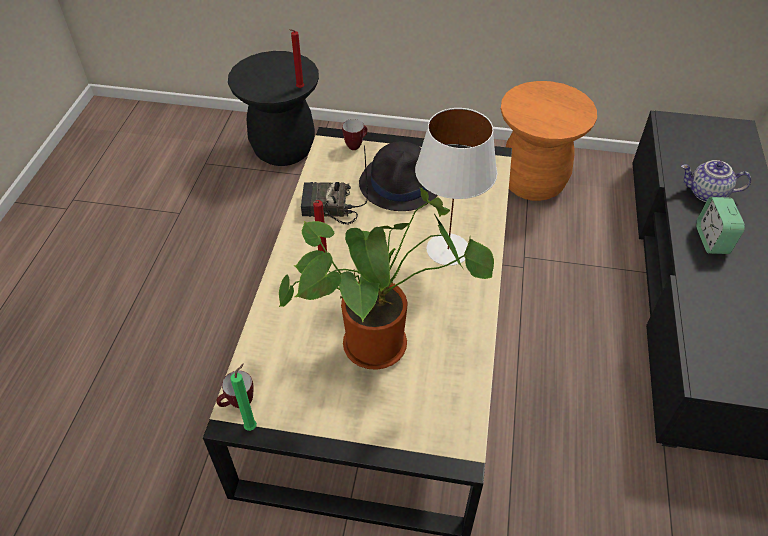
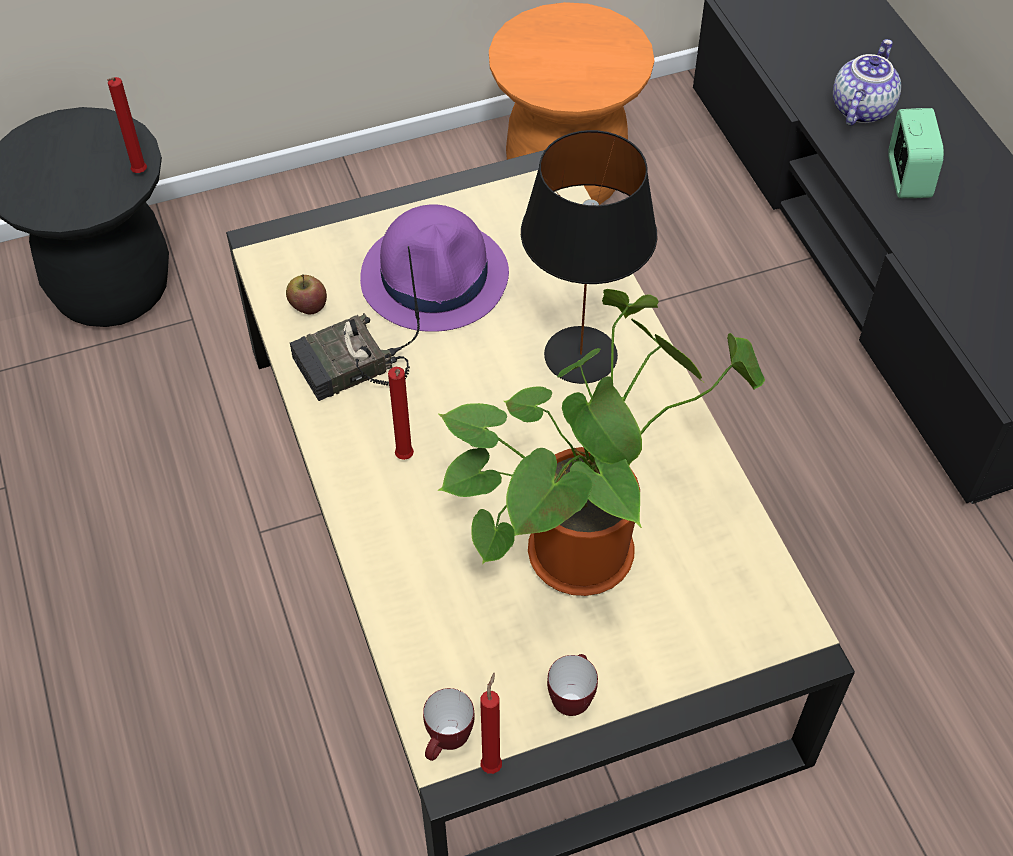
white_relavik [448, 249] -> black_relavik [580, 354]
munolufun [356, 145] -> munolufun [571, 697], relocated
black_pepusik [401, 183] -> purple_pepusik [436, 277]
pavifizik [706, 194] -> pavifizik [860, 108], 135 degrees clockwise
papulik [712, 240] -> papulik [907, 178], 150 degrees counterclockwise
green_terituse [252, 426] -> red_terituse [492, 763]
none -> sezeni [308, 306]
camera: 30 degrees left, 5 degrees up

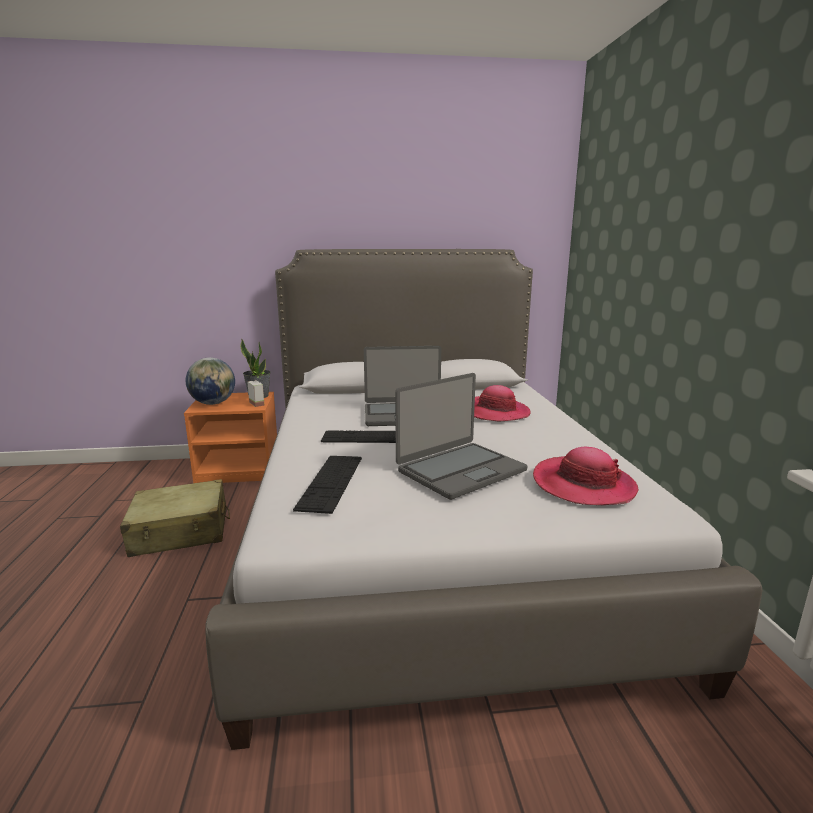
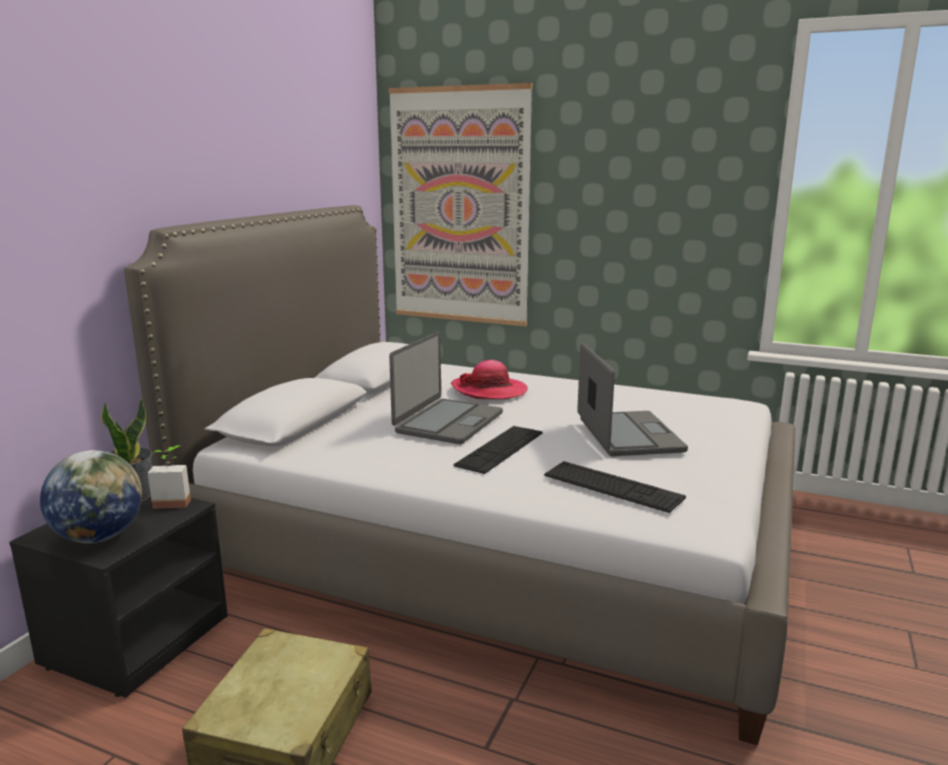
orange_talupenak [240, 469] -> black_talupenak [136, 639]
pepusik [583, 485] -> none
none -> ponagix [459, 208]
camera: 60 degrees left, 0 degrees up

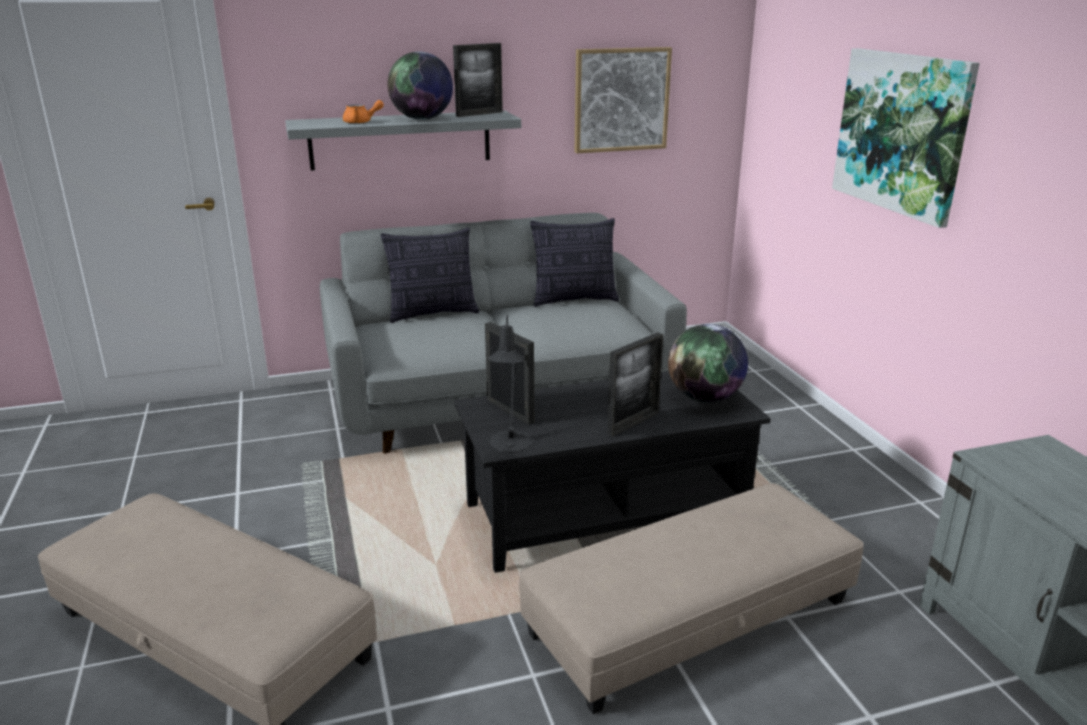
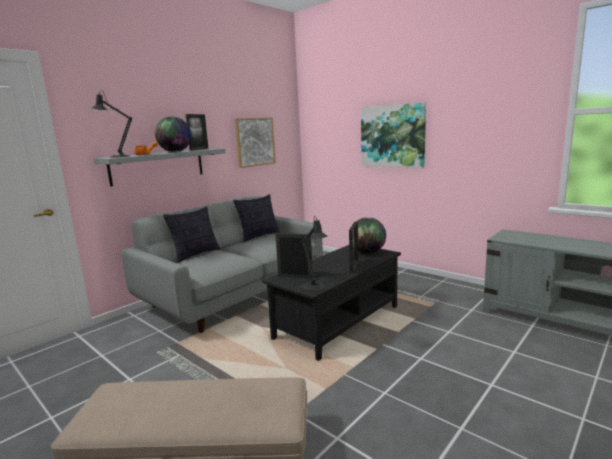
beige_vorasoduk [690, 618] -> none
none -> black_relavik [117, 156]
camera: 30 degrees left, 10 degrees down

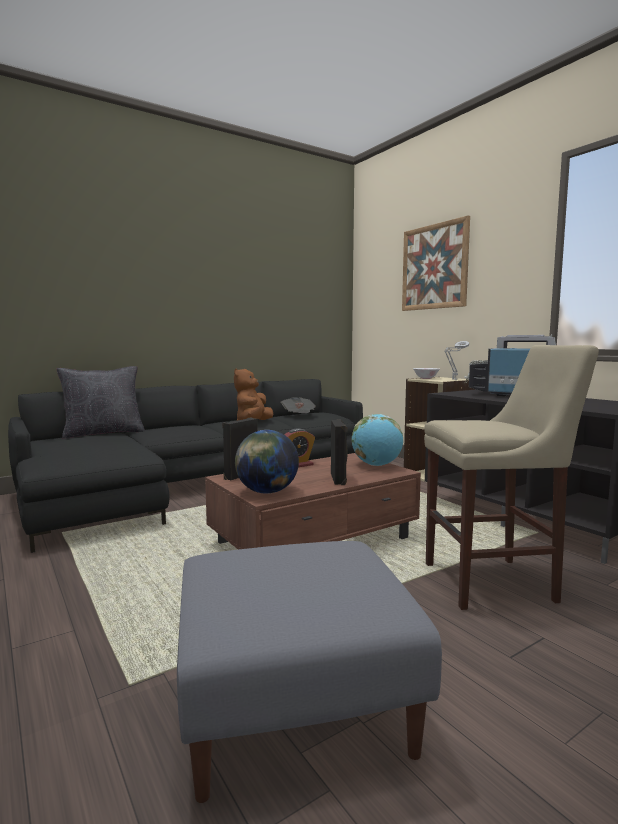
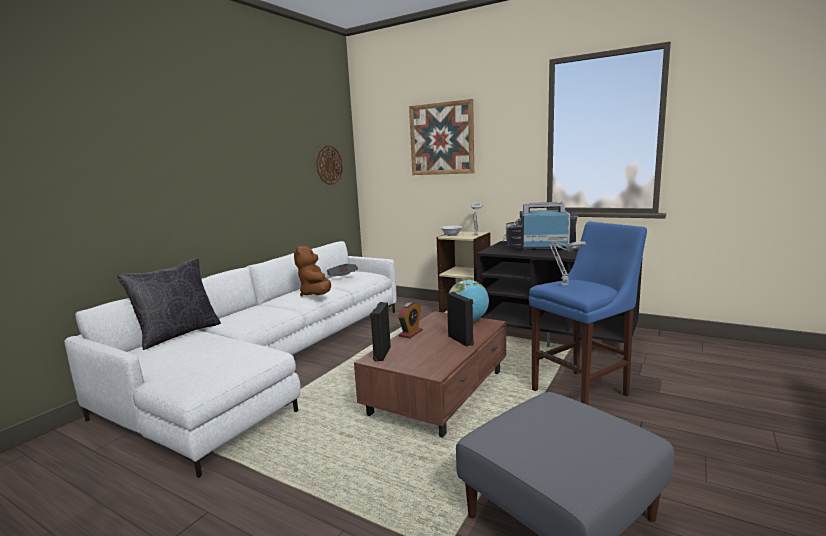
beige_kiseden [495, 582] -> blue_kiseden [583, 391]
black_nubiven [194, 484] -> white_nubiven [272, 363]
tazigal [266, 492] -> none
none -> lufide [329, 165]
none -> grey_relavik [563, 284]
camera: 25 degrees left, 5 degrees up

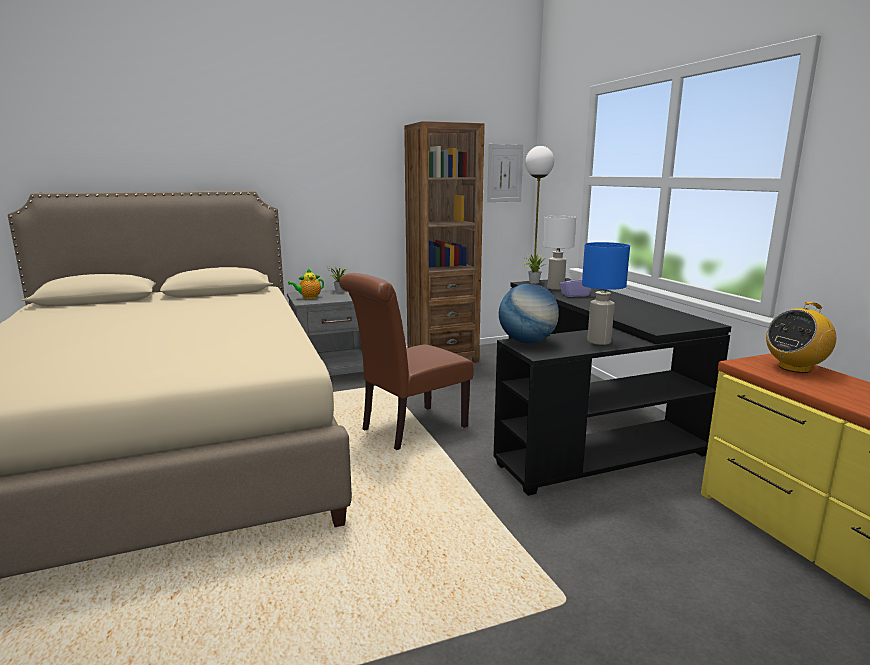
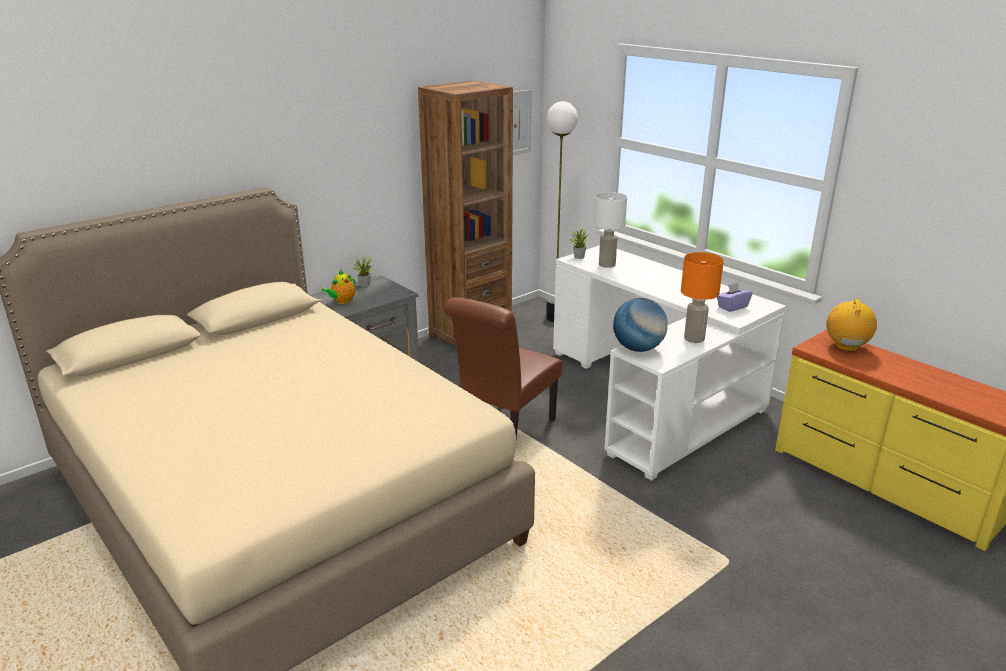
blue_relavik [599, 342] -> orange_relavik [694, 339]
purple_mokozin [575, 295] -> purple_mokozin [732, 307], relocated
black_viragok [587, 424] -> white_viragok [656, 396]
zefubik [794, 368] -> zefubik [846, 346], 150 degrees clockwise
camera: 20 degrees left, 10 degrees up

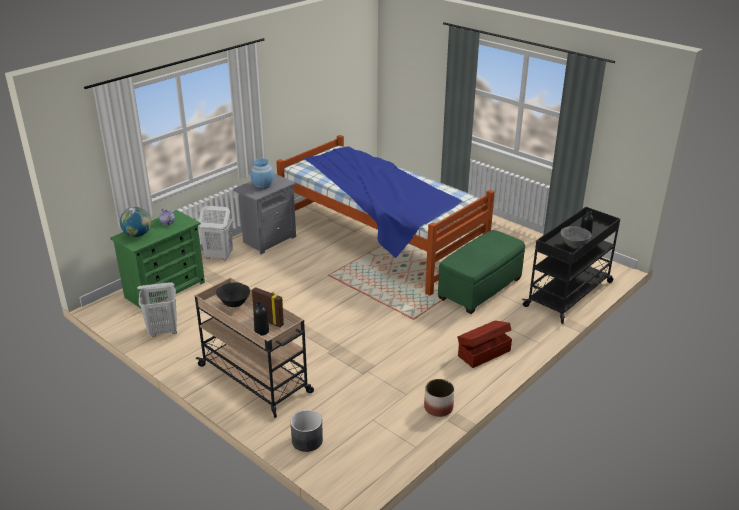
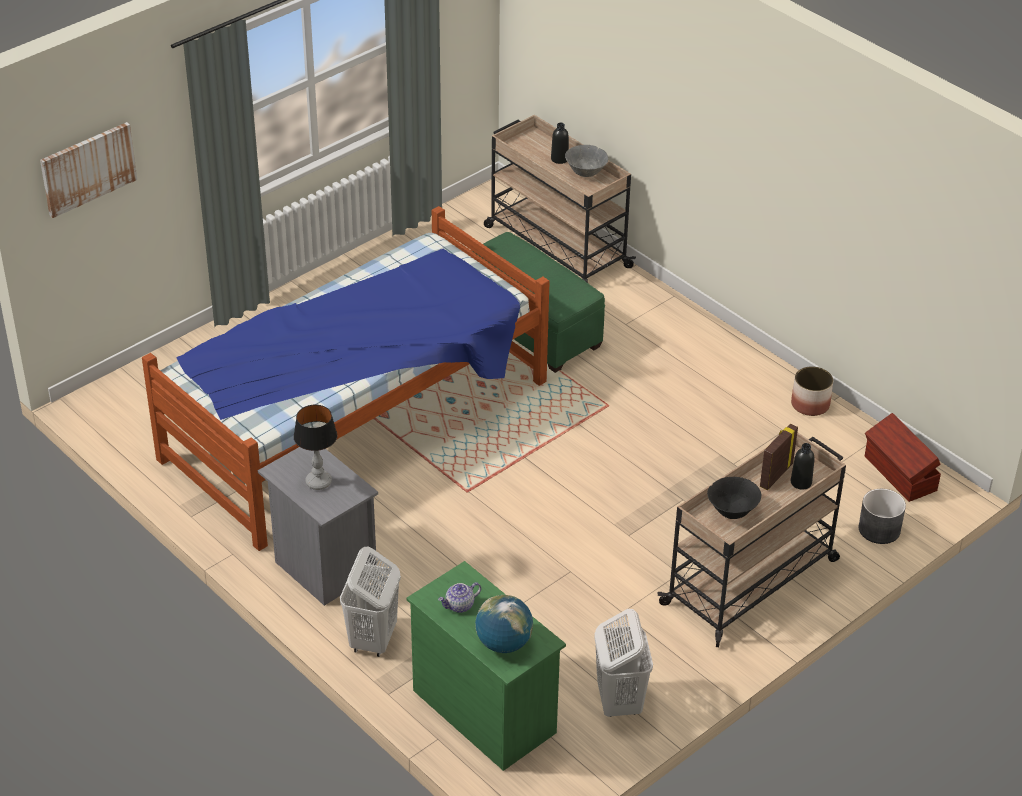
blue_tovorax [263, 185] -> relavik [318, 482]
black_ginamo [569, 293] -> beige_ginamo [556, 246]
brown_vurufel [483, 353] -> brown_vurufel [899, 474], relocated
none -> ponagix [88, 168]
camera: 85 degrees left, 10 degrees up

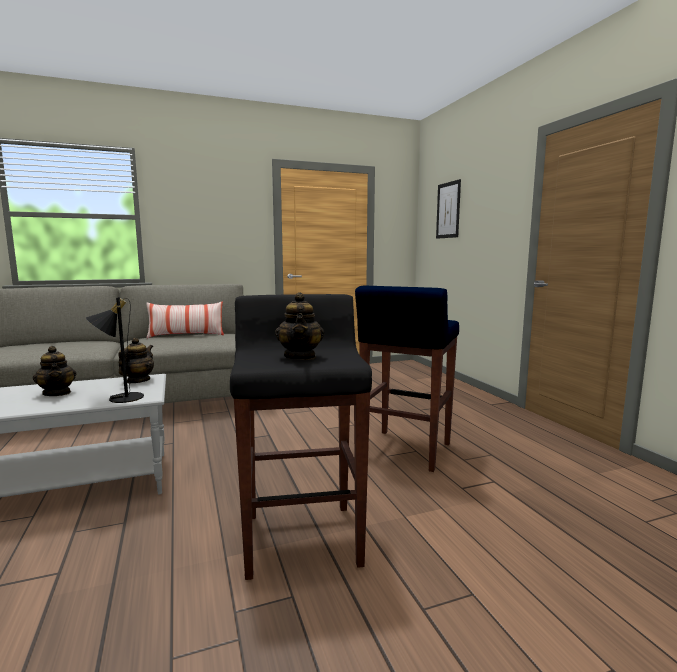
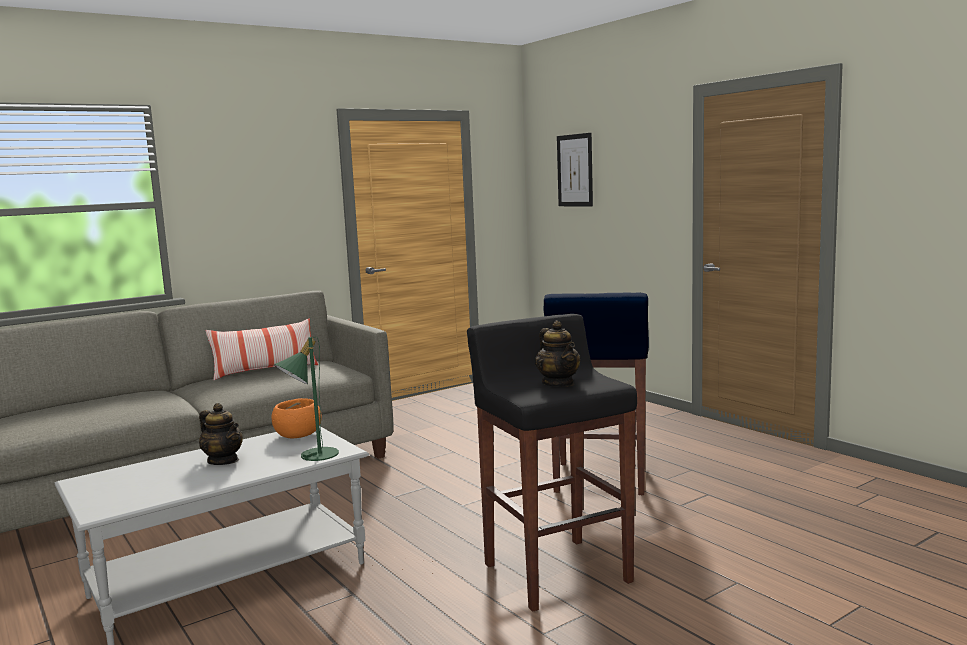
black_relavik [119, 398] -> green_relavik [311, 455]
pavifizik [138, 381] -> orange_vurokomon [298, 435]
camera: 15 degrees left, 0 degrees up

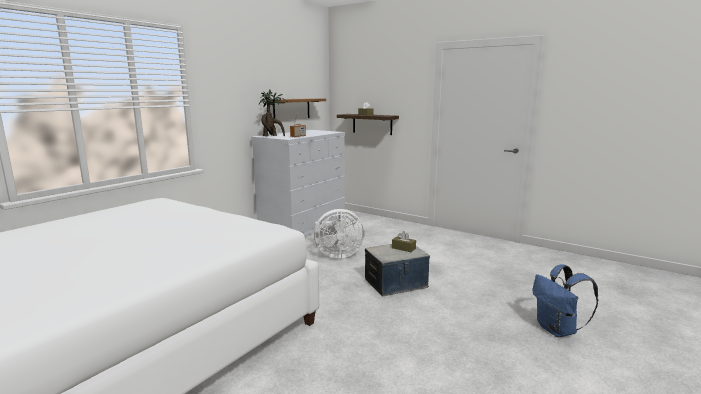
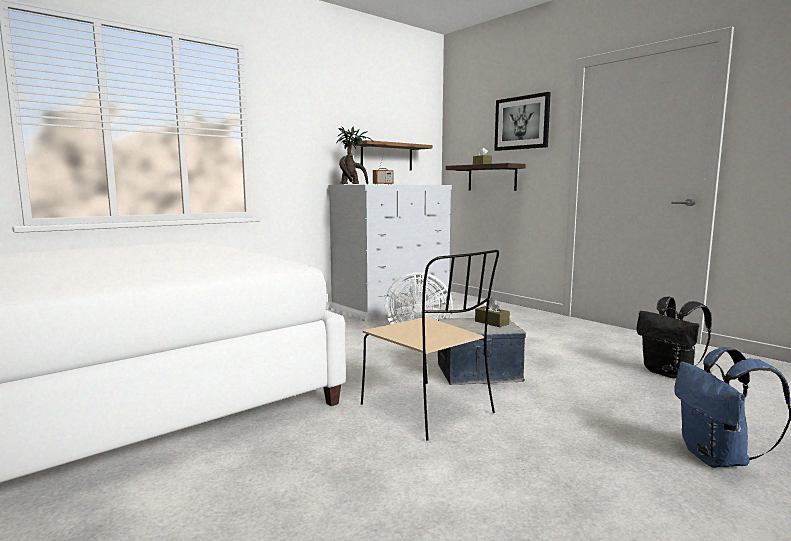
none -> ponagix [522, 123]
none -> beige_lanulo [429, 410]
none -> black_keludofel [669, 373]
camera: 15 degrees right, 5 degrees down

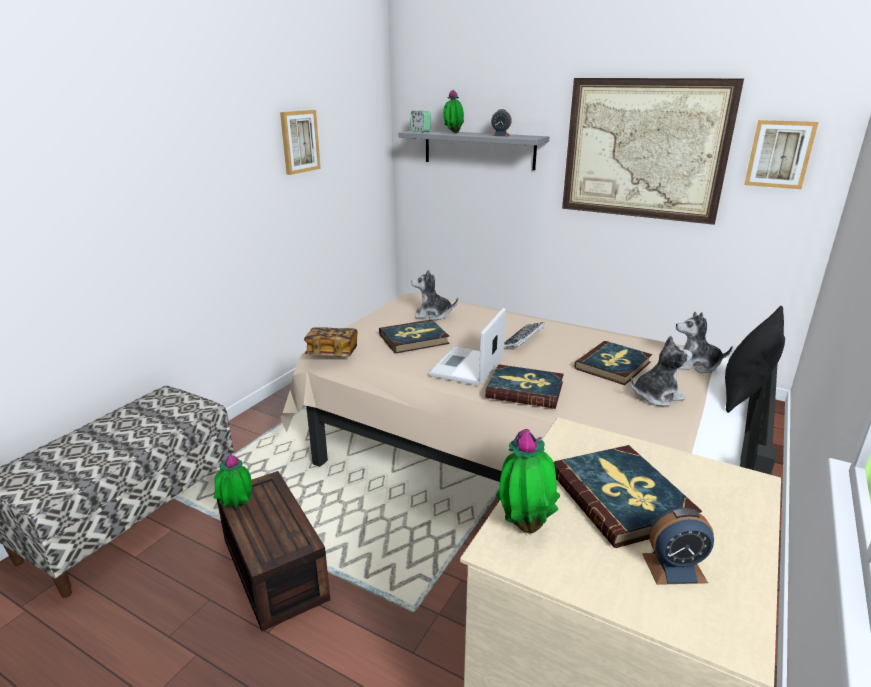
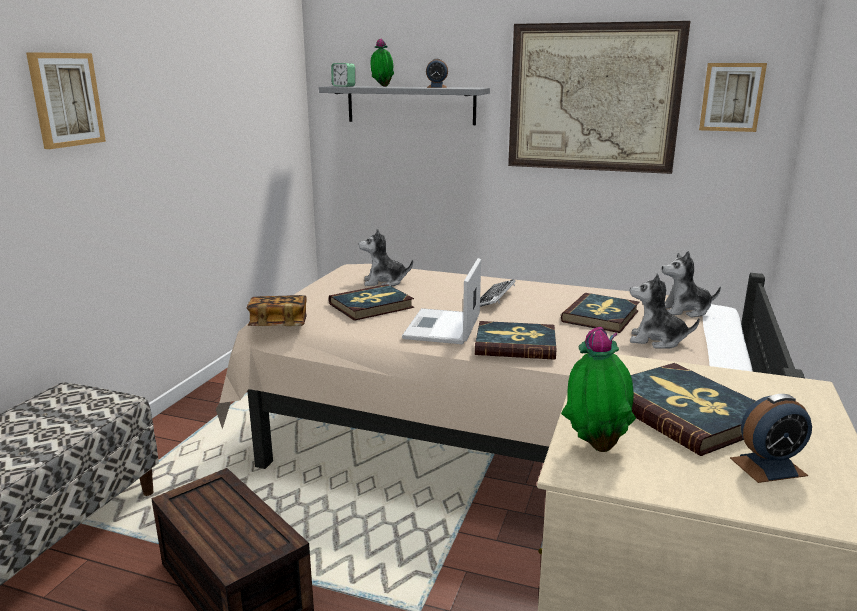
ponagix [299, 141] -> ponagix [65, 99], relocated
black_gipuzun [744, 395] -> none
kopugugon [656, 396] -> kopugugon [656, 340], 135 degrees counterclockwise
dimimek [237, 509] -> none
camera: 10 degrees left, 5 degrees down

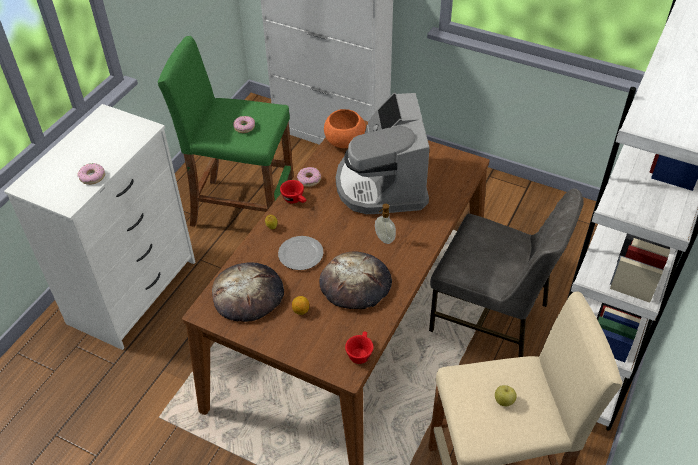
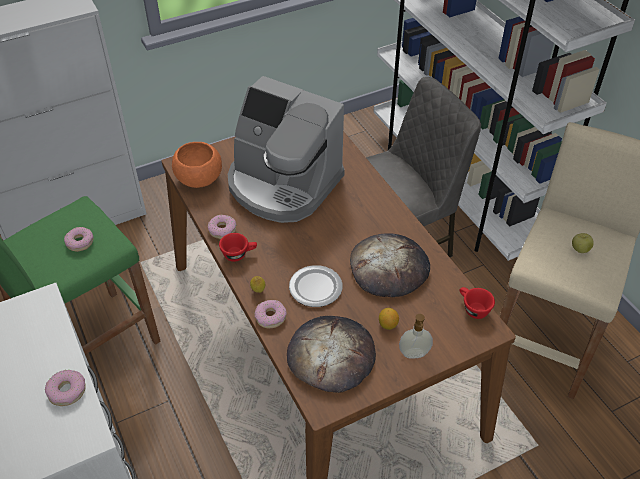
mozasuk [384, 239] -> mozasuk [414, 354], relocated
none -> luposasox [270, 317]
camera: 55 degrees left, 0 degrees up

